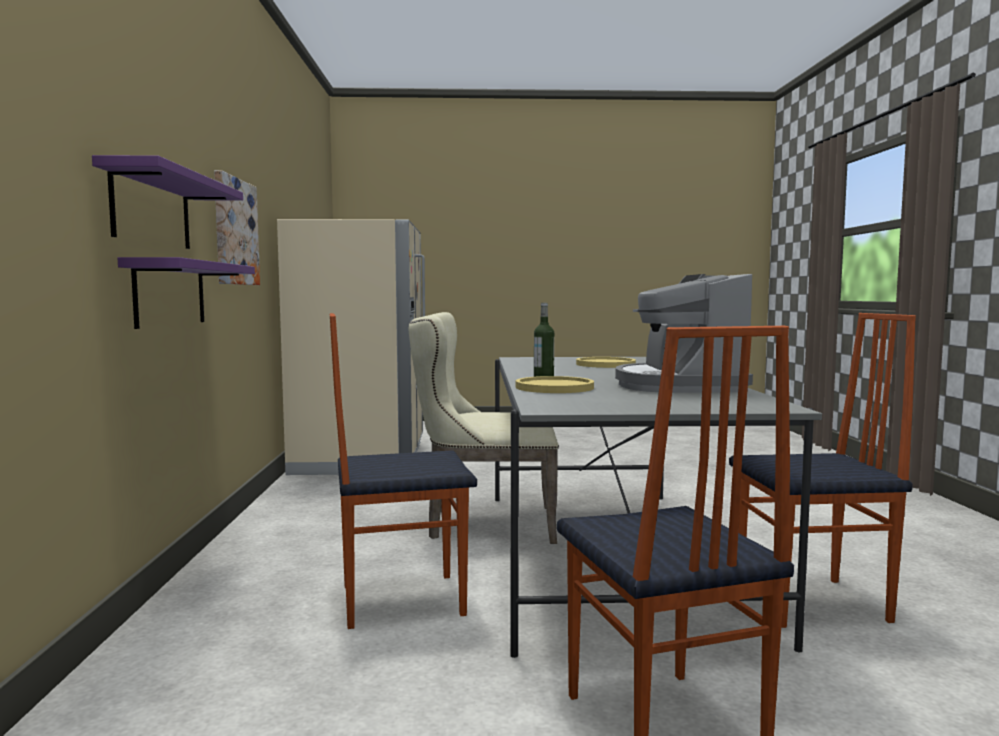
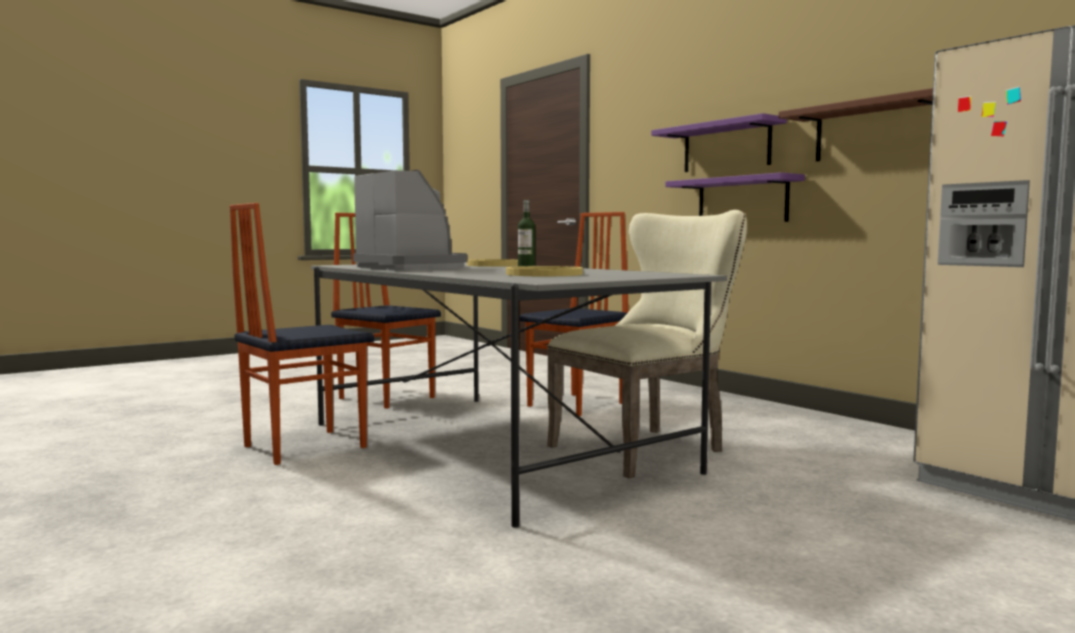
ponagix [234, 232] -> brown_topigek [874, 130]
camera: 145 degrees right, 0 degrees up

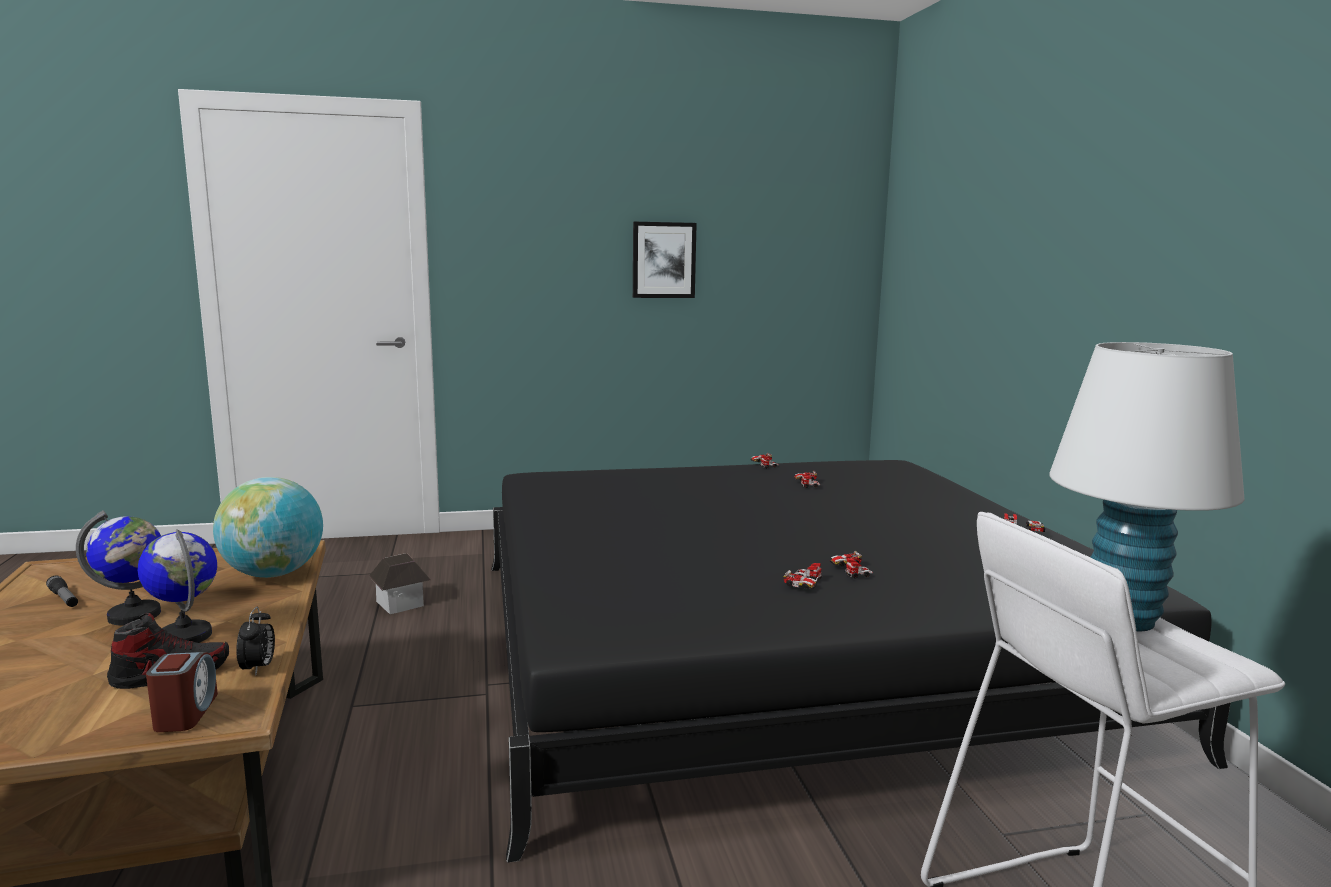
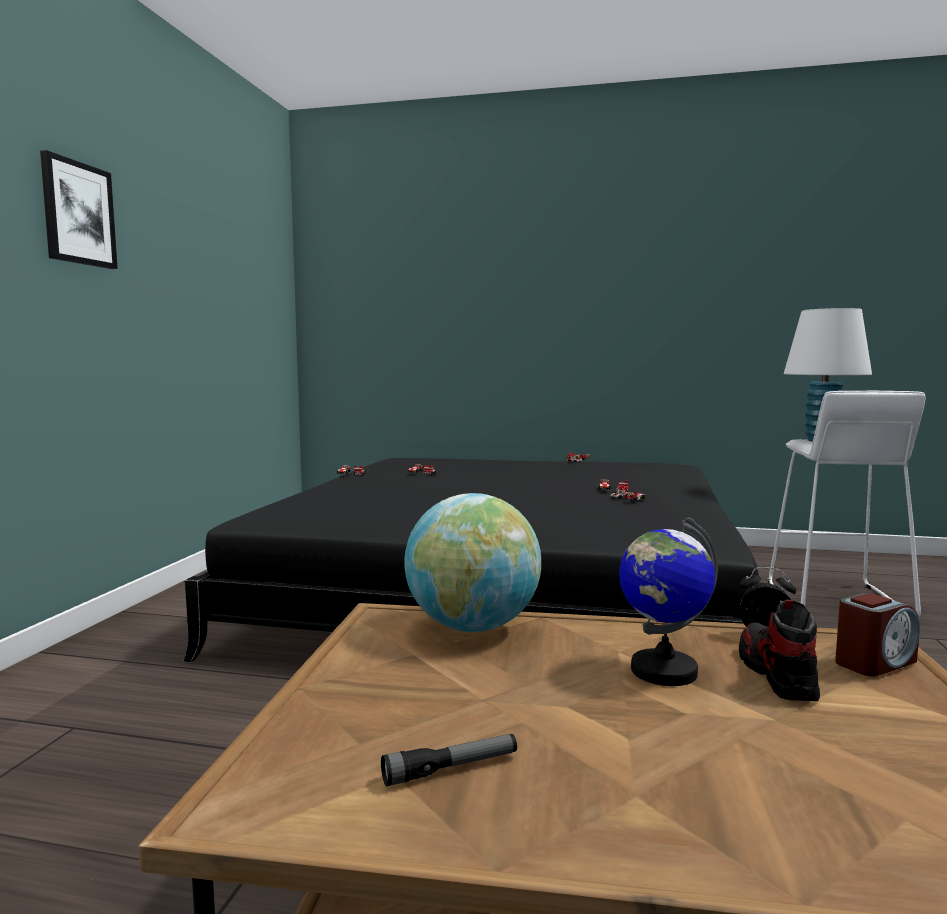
ponagix [663, 260] -> ponagix [78, 213], relocated
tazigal [135, 615] -> none
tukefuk [401, 603] -> none
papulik [185, 713] -> papulik [874, 662], 135 degrees clockwise
camera: 65 degrees left, 5 degrees down

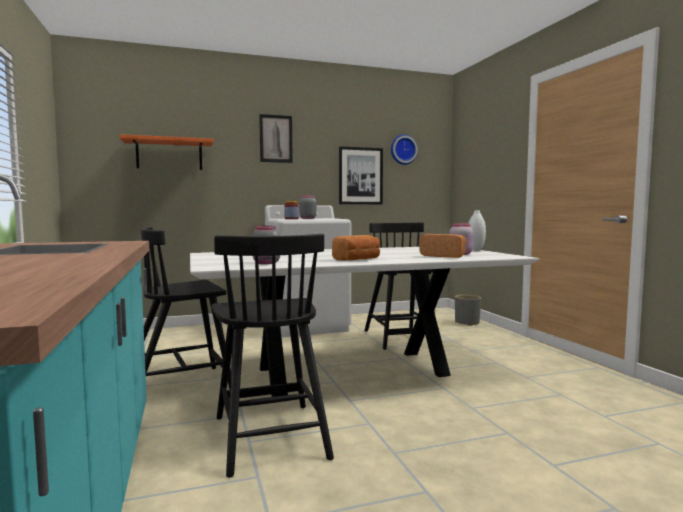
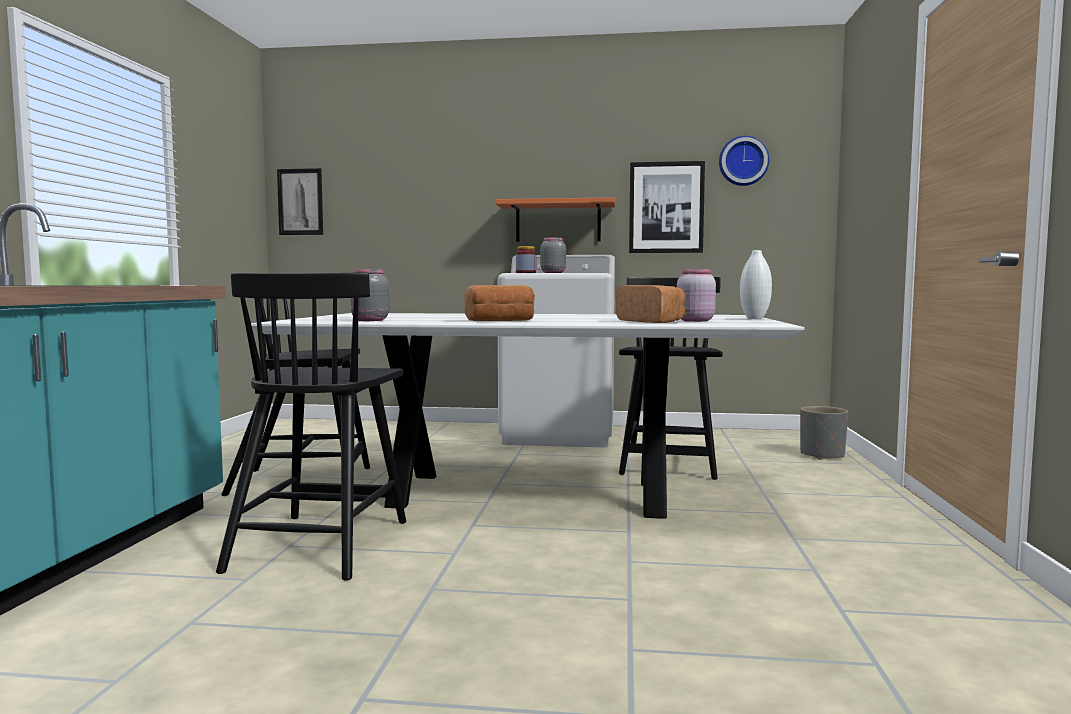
ponagix [276, 138] -> ponagix [300, 202], relocated
orange_topigek [169, 155] -> orange_topigek [558, 222], relocated
camera: 25 degrees right, 0 degrees up

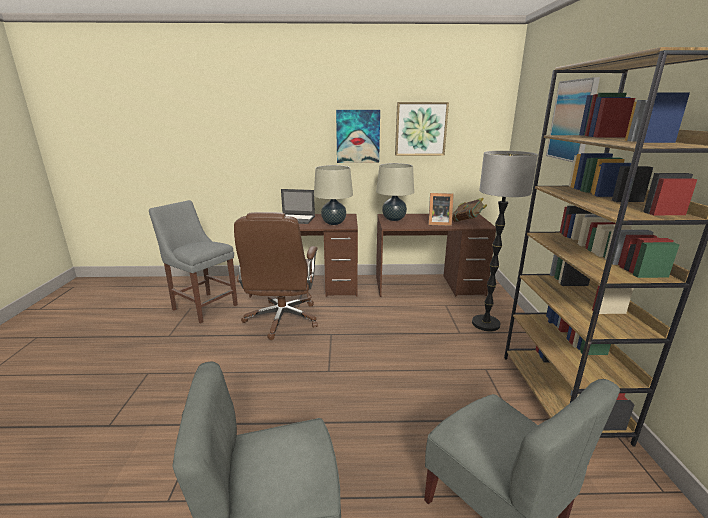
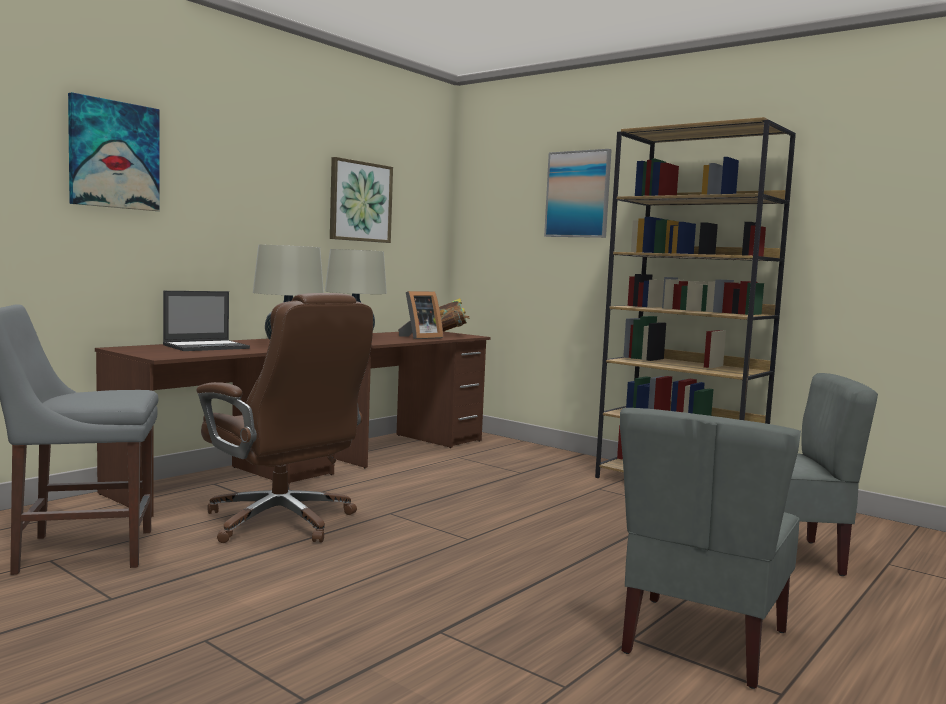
ponagix [358, 136] -> ponagix [114, 155], relocated
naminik [486, 324] -> none
camera: 50 degrees left, 15 degrees down

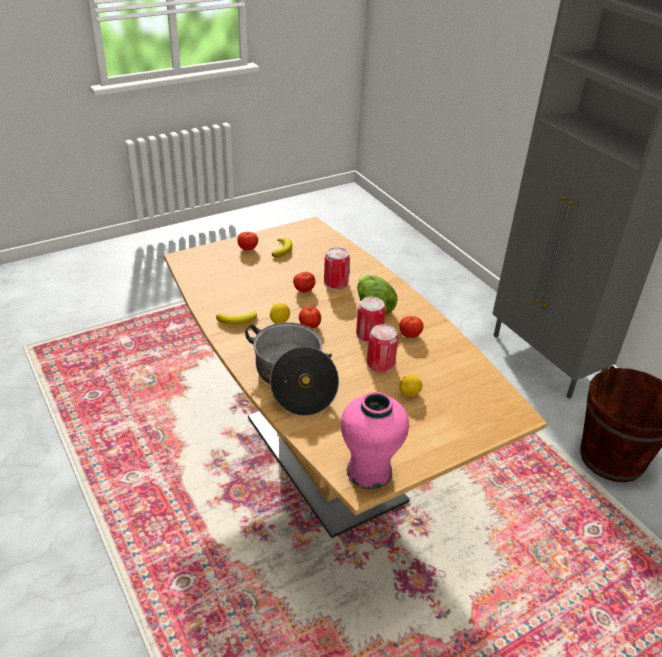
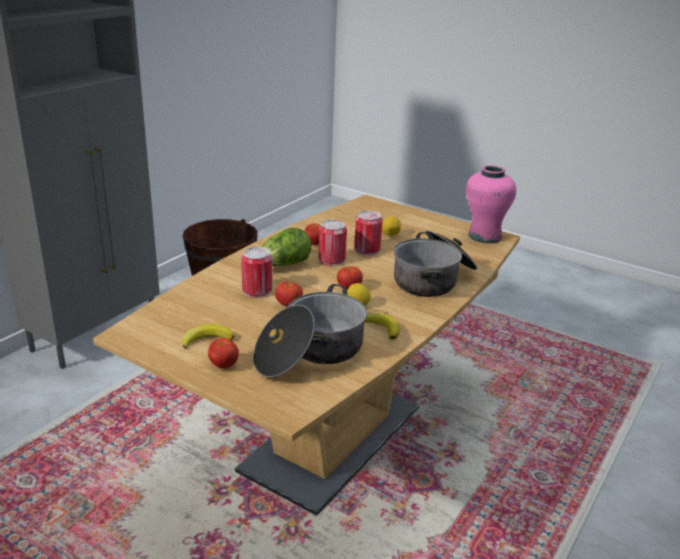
none -> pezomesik [310, 353]
camera: 115 degrees left, 10 degrees down

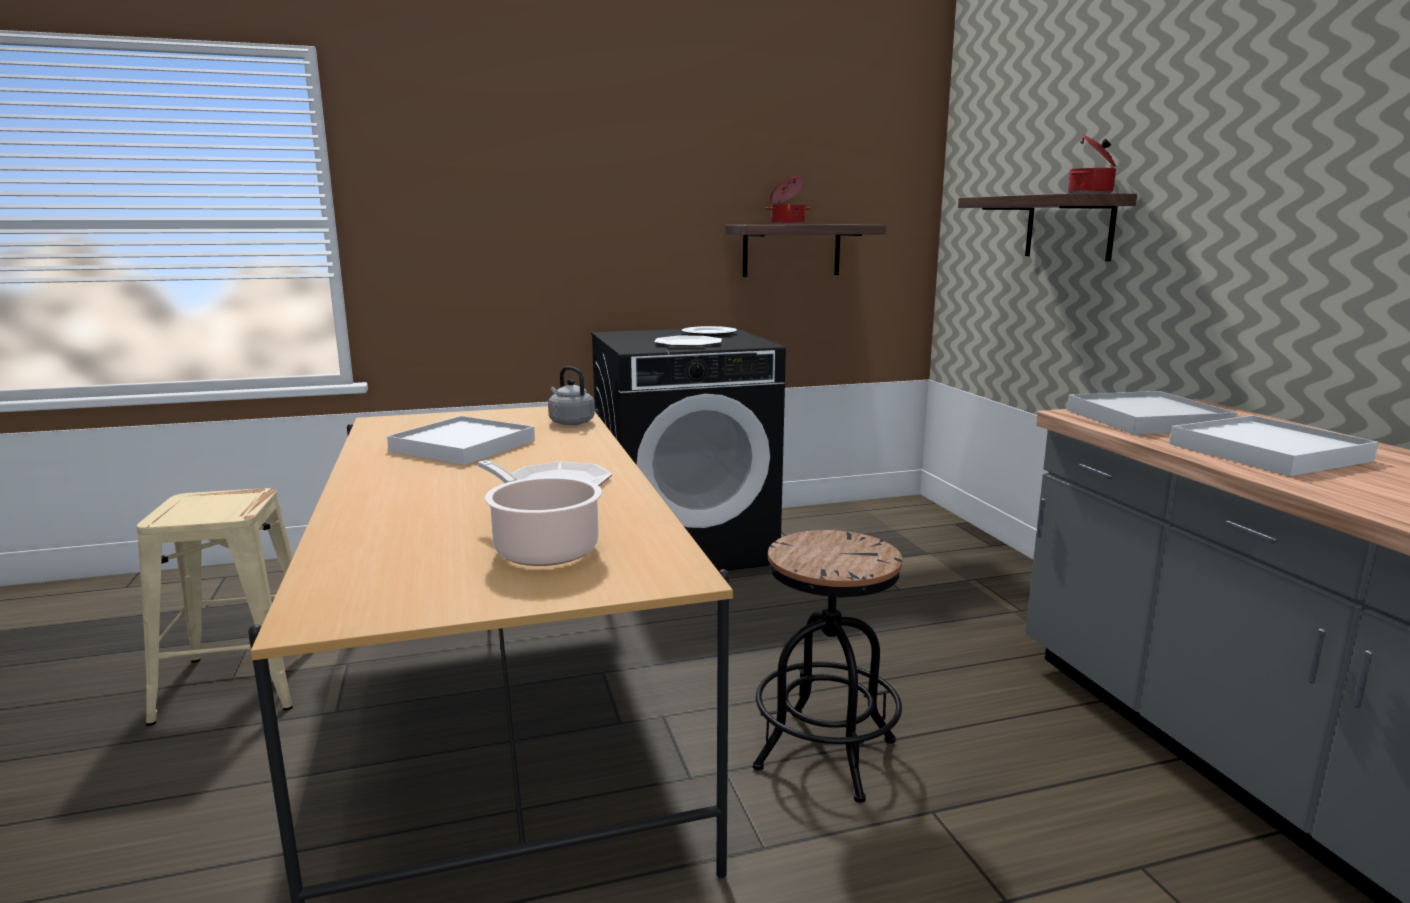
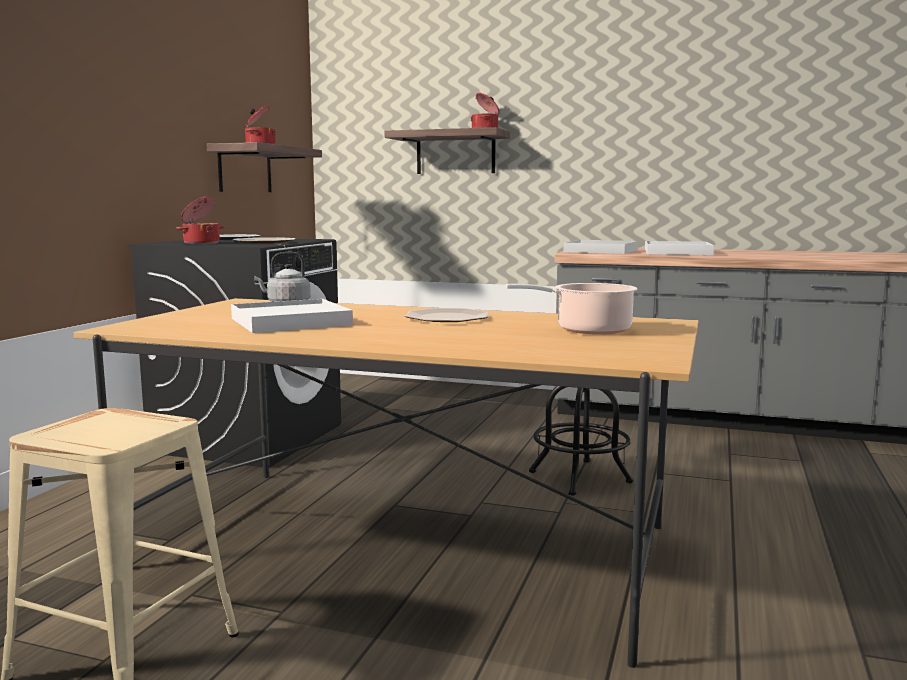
none -> pezomesik [201, 243]
camera: 55 degrees left, 5 degrees down

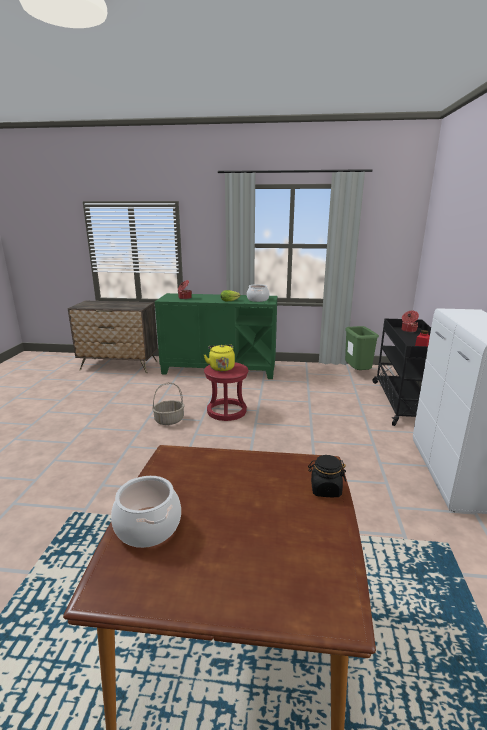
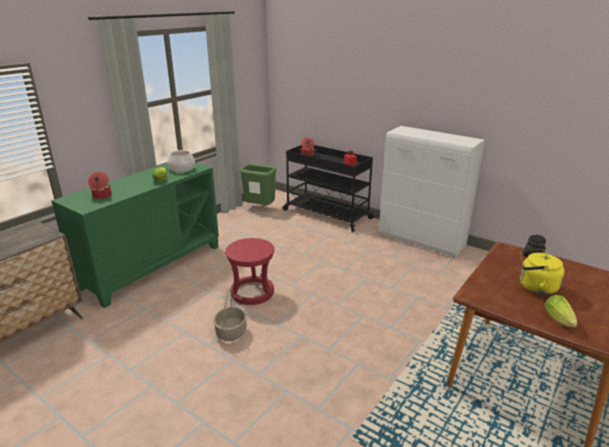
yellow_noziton [221, 367] -> yellow_noziton [534, 287], relocated
pezomesik [148, 527] -> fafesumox [560, 320]
camera: 60 degrees left, 5 degrees up

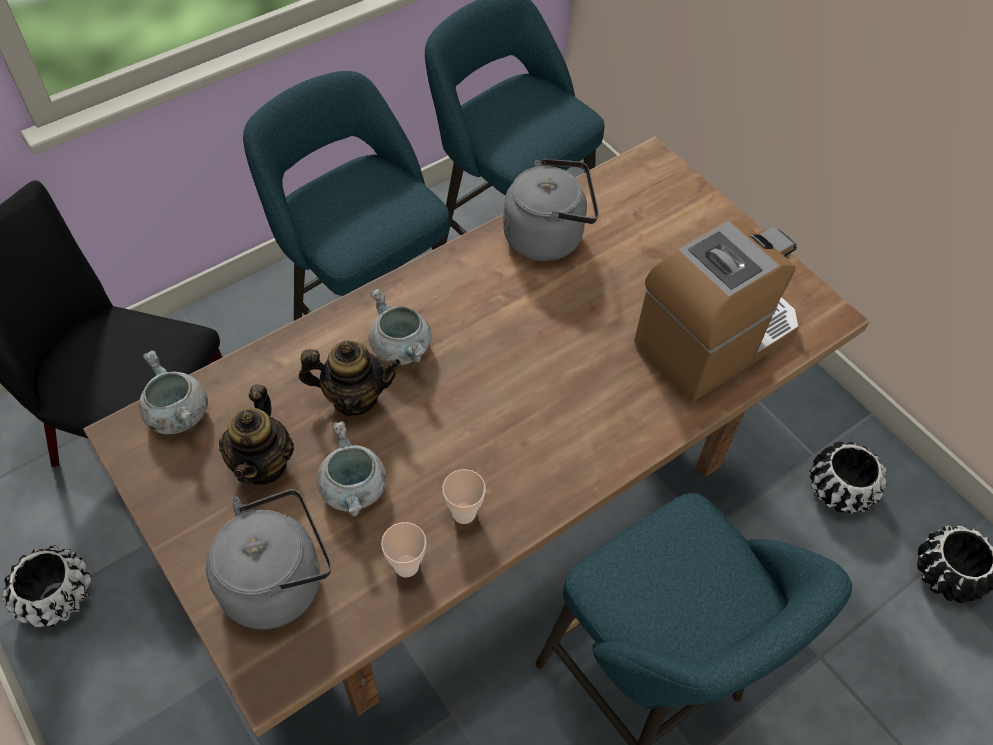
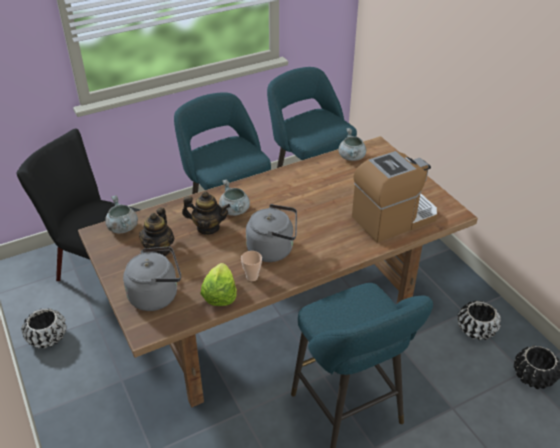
grey_noziton [548, 236] -> grey_noziton [273, 249], relocated
grey_pezomesik [355, 490] -> grey_pezomesik [352, 157], relocated
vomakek [406, 565] -> fafesumox [219, 295]
camera: 10 degrees right, 15 degrees down

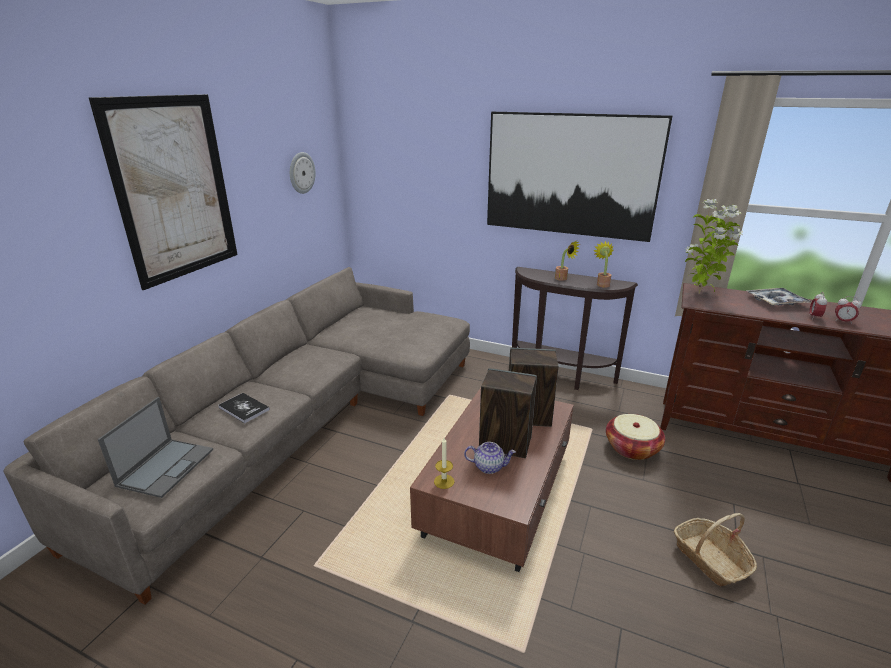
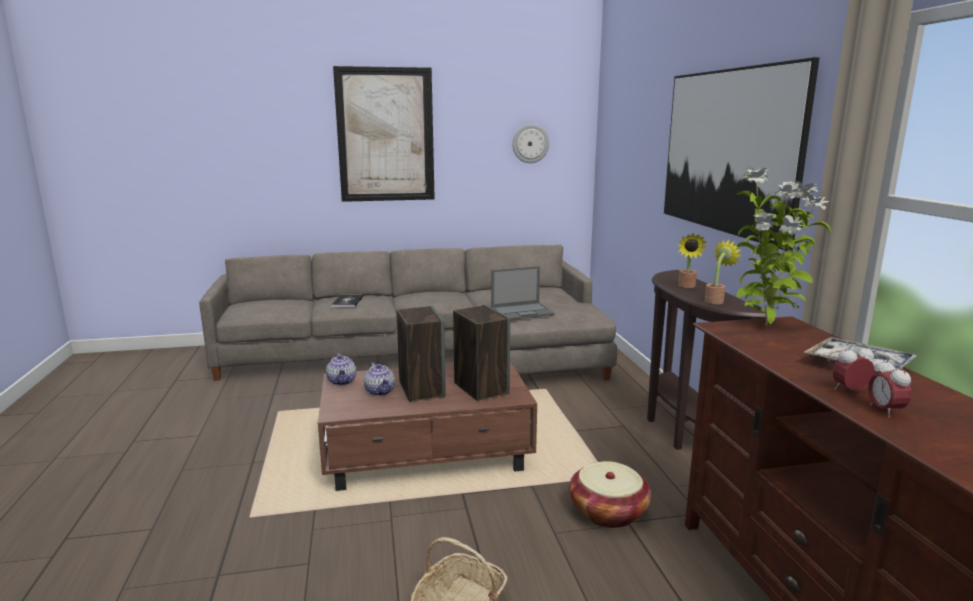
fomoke [166, 466] -> fomoke [522, 311], relocated
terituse [444, 481] -> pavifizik [342, 381]
camera: 55 degrees right, 10 degrees down

